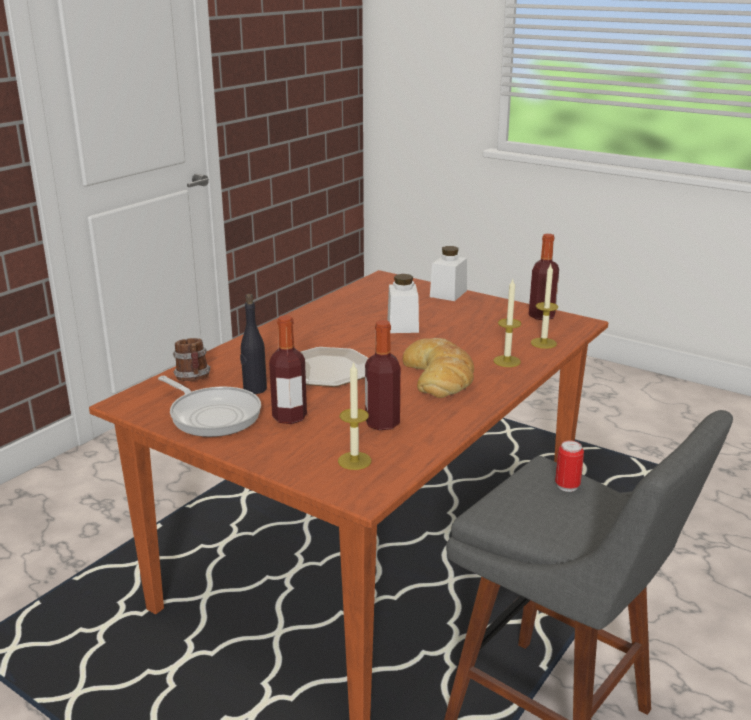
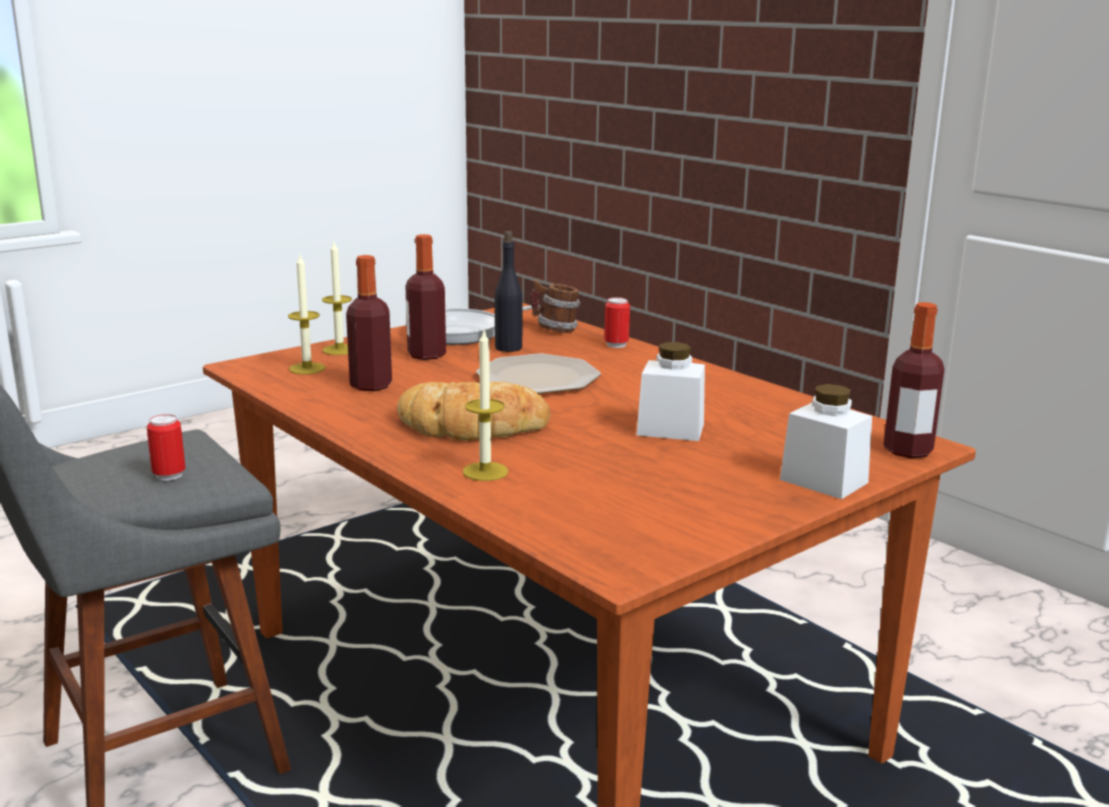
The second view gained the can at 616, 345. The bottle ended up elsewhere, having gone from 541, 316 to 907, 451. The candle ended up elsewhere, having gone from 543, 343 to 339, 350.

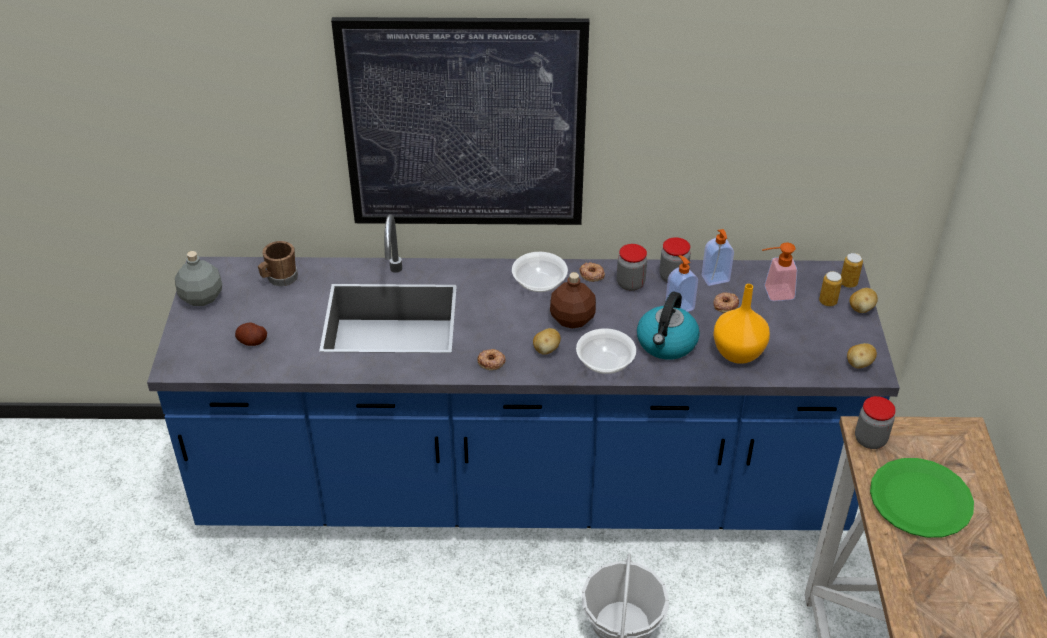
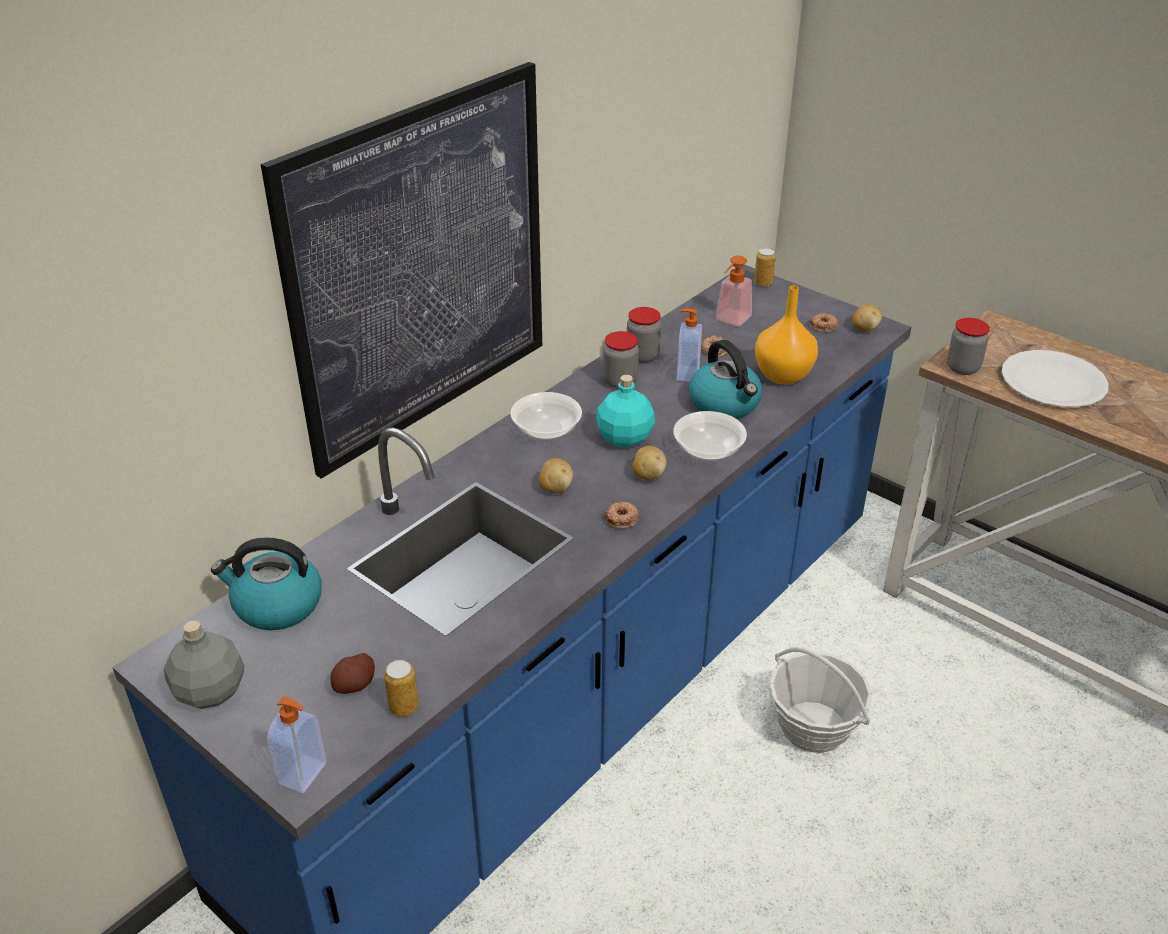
The donut ended up elsewhere, having gone from 591, 274 to 824, 326. The soap dispenser ended up elsewhere, having gone from 715, 279 to 304, 774. The can ended up elsewhere, having gone from 828, 301 to 404, 707. The potato ended up elsewhere, having gone from 861, 309 to 555, 488. Where the mug (brown) stood at 279, 278, the kettle came to stand at 276, 605. What was the bottle (brown) at 572, 319 turned into the bottle (turquoise) at 625, 438. What was the plate (green) at 921, 500 turned into the plate (white) at 1053, 382.

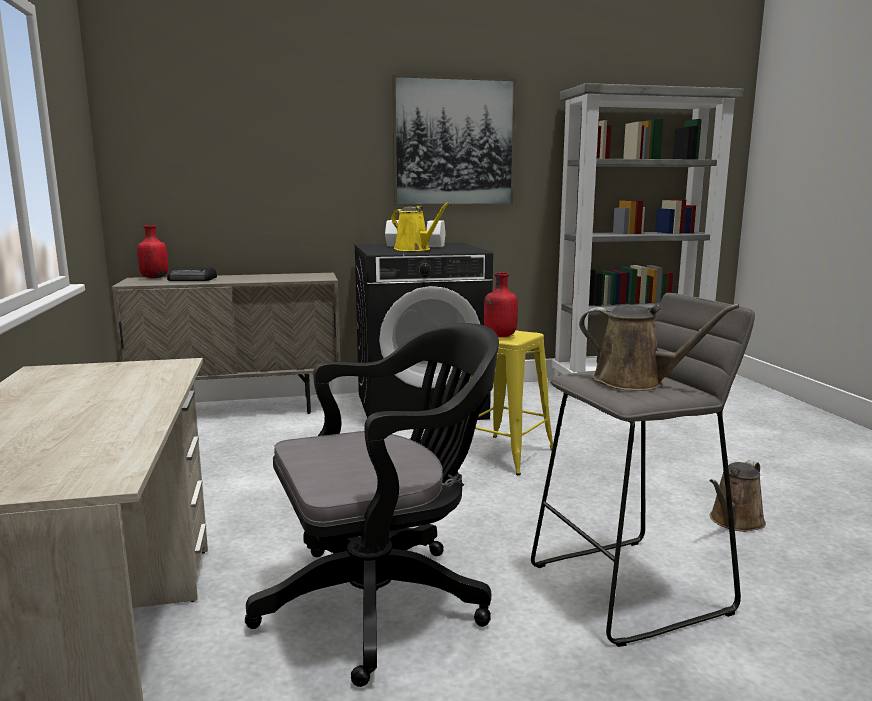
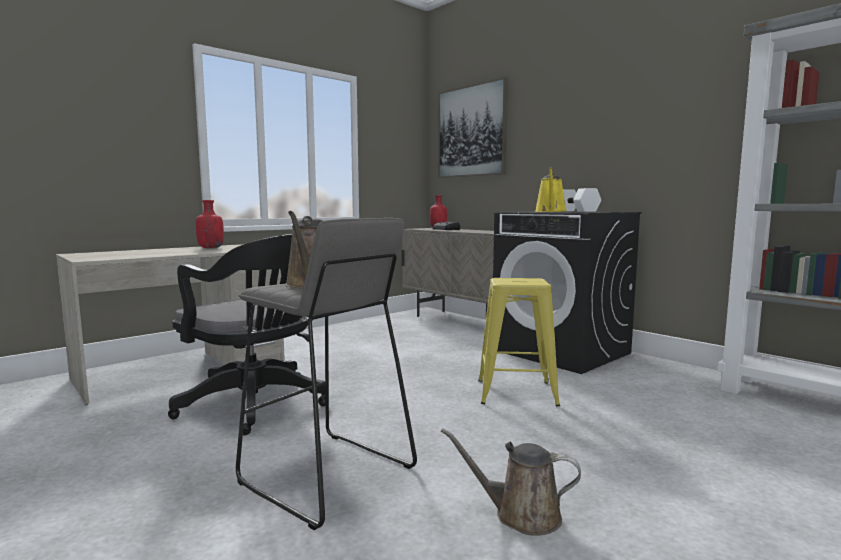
The picture ended up elsewhere, having gone from 453, 143 to 472, 131. The bottle (red) ended up elsewhere, having gone from 499, 336 to 210, 248.

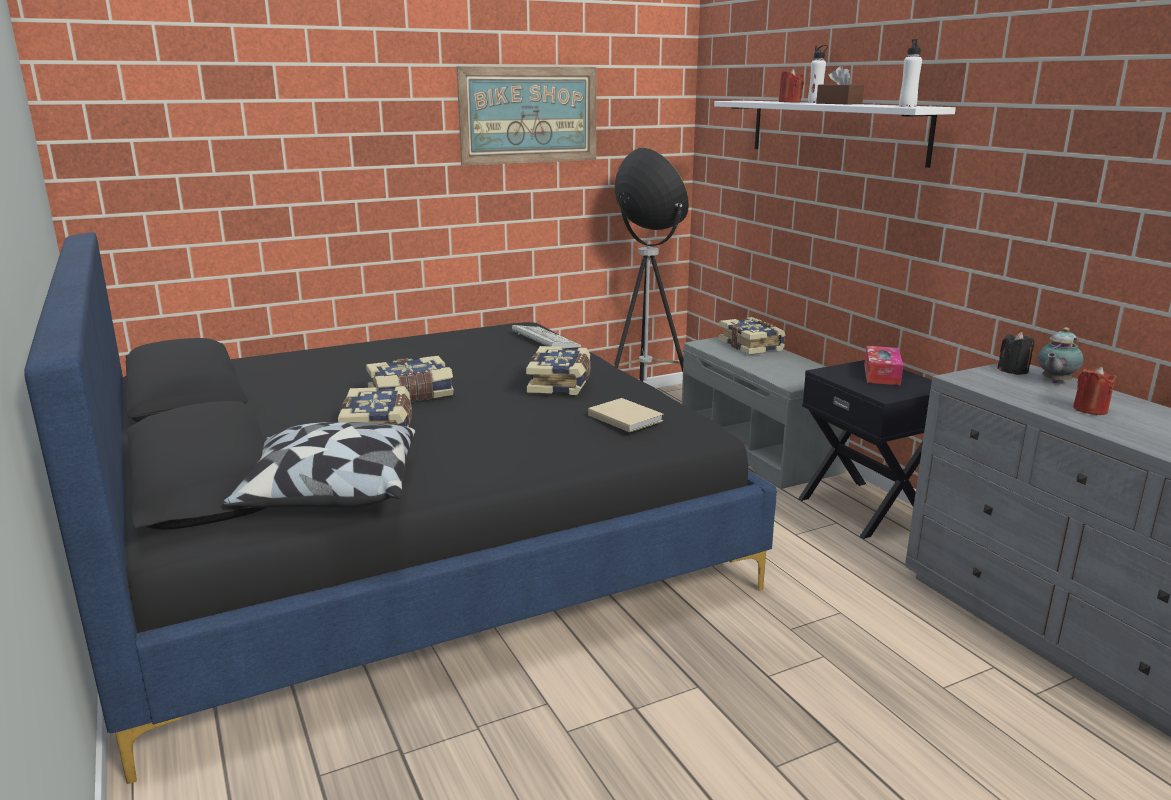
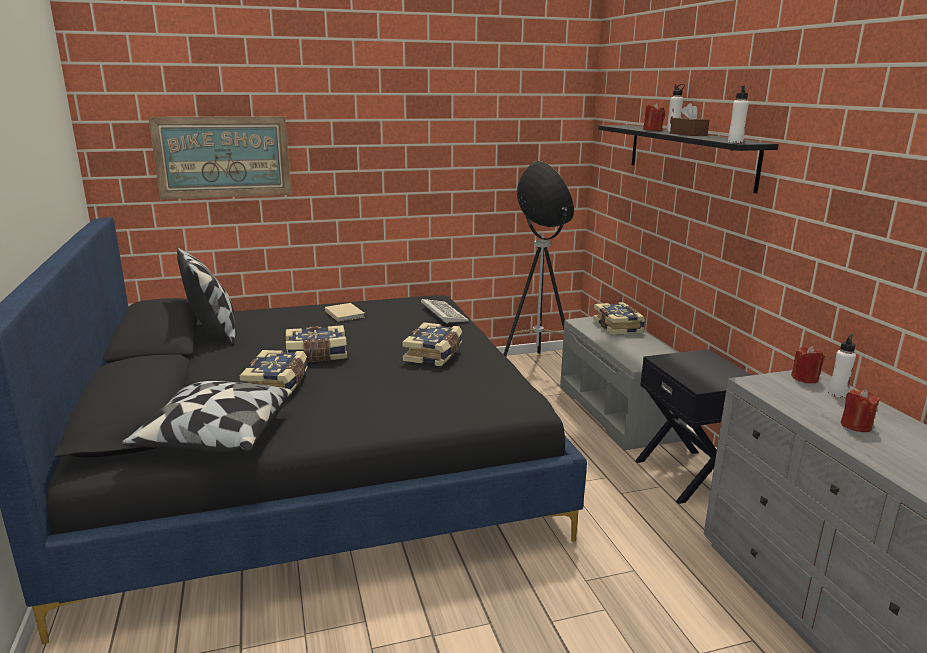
The second view lost the tissue box at 881, 374. The second view gained the pillow at 213, 333. The picture ended up elsewhere, having gone from 529, 115 to 223, 157. The book (beige) ended up elsewhere, having gone from 624, 417 to 344, 314. Where the teapot stood at 1054, 382, the bottle (white) came to stand at 837, 393. What was the shelf (white) at 835, 130 turned into the shelf (black) at 688, 155. What was the candle (black) at 1013, 371 turned into the candle (red) at 805, 378.

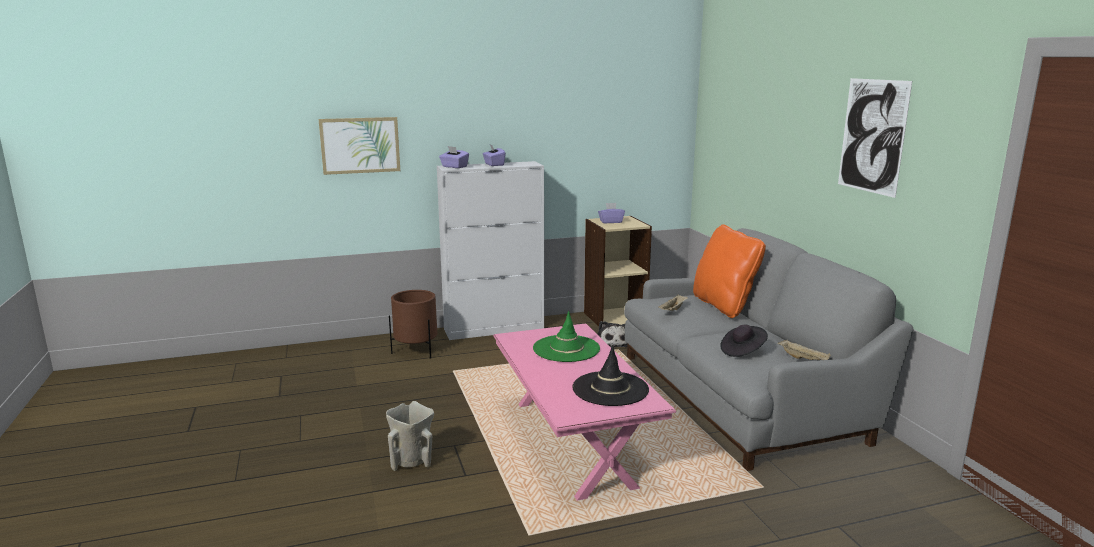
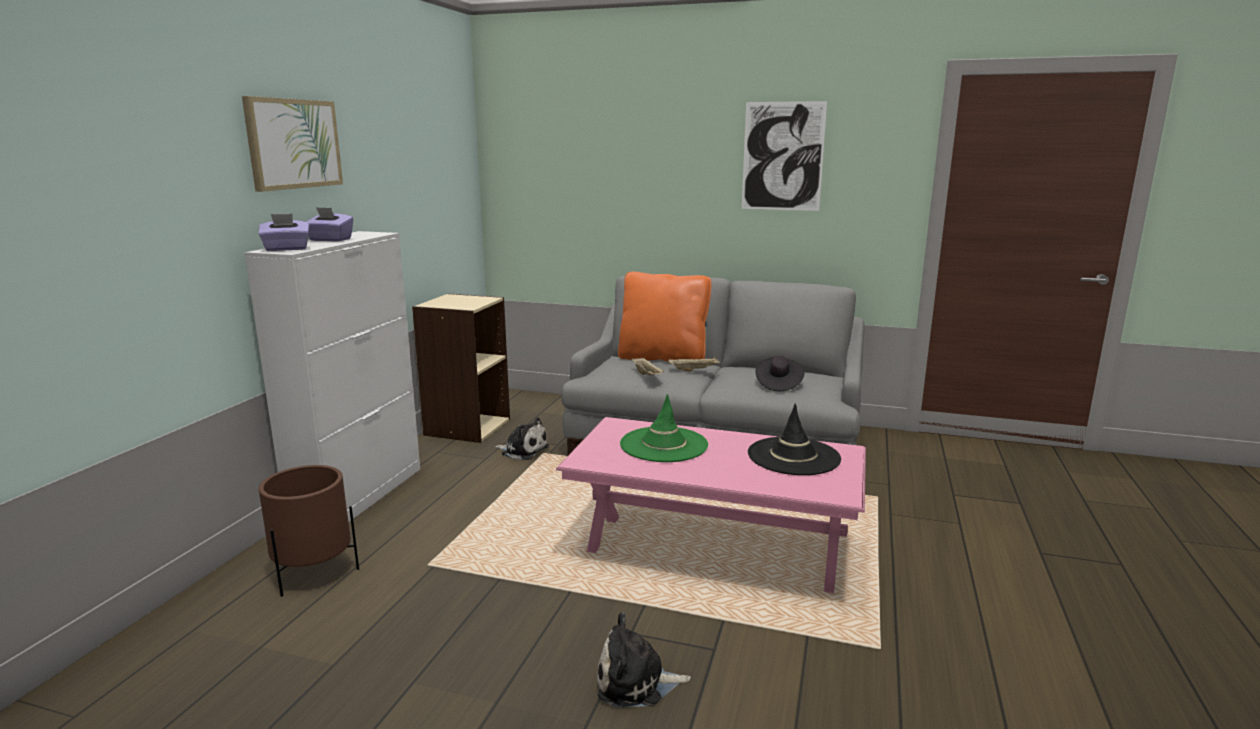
The second view lost the tissue box (purple) at 610, 222. The picture ended up elsewhere, having gone from 360, 145 to 294, 144. The tray (beige) ended up elsewhere, having gone from 803, 359 to 694, 370. Where the vase (beige) stood at 412, 461, the plush toy came to stand at 636, 682.

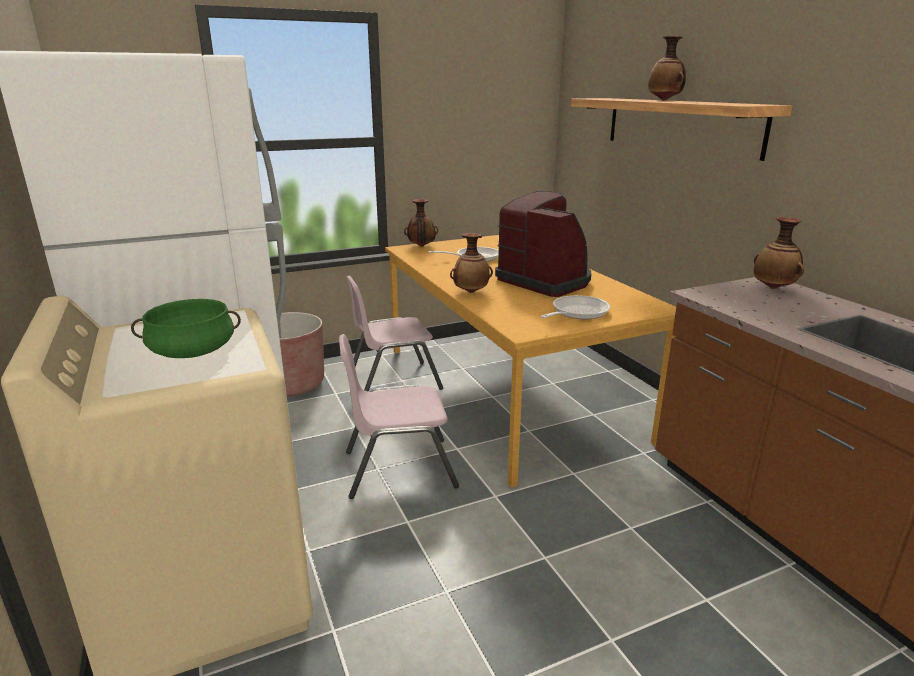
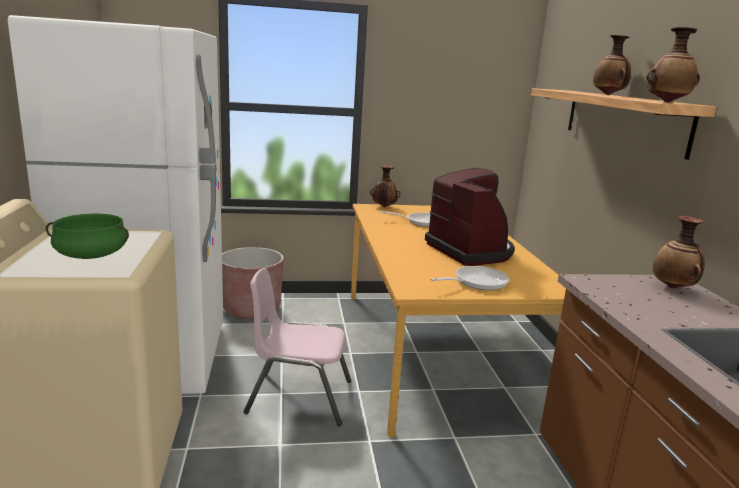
The second view lost the chair (pink) at 394, 381. The vase ended up elsewhere, having gone from 471, 292 to 667, 102.

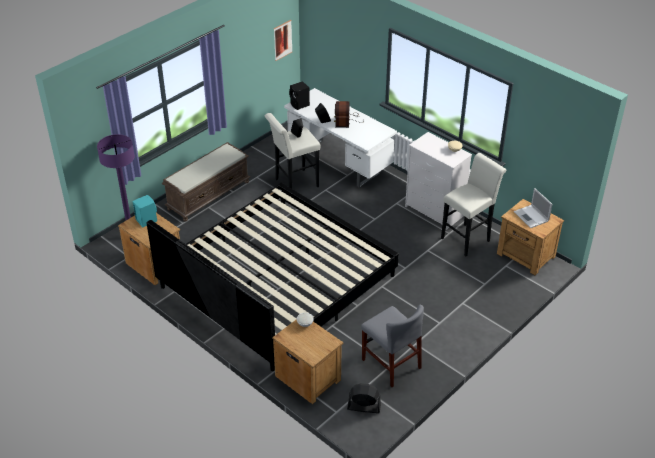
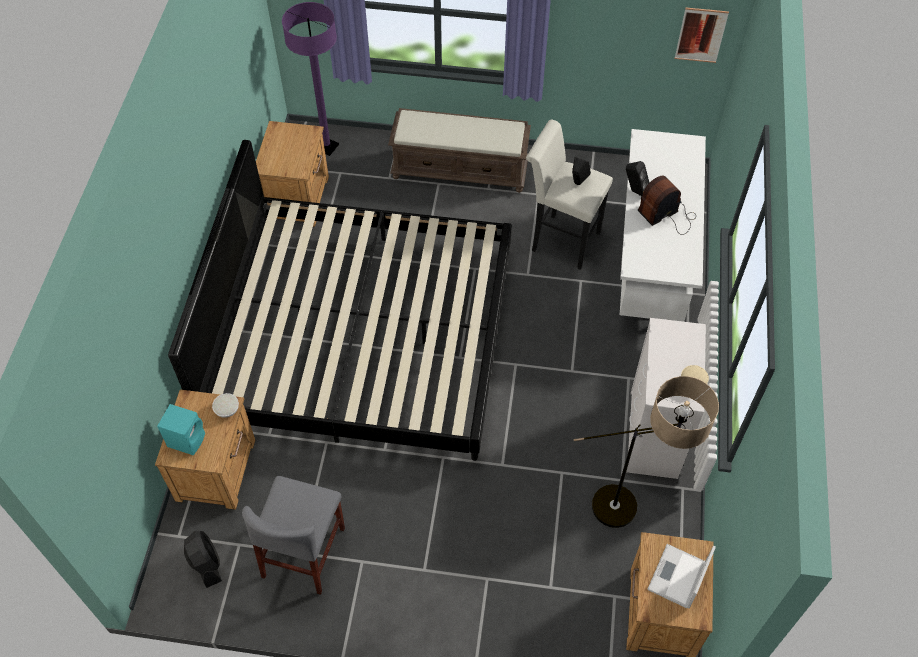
The second view lost the speaker (black) at 300, 105. The speaker (turquoise) ended up elsewhere, having gone from 146, 220 to 187, 439. Where the stool (white) stood at 468, 238, the floor lamp came to stand at 632, 511.

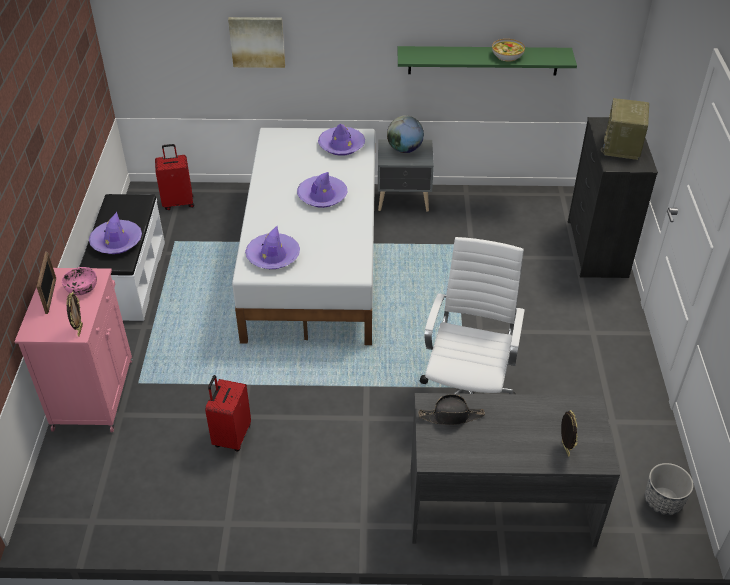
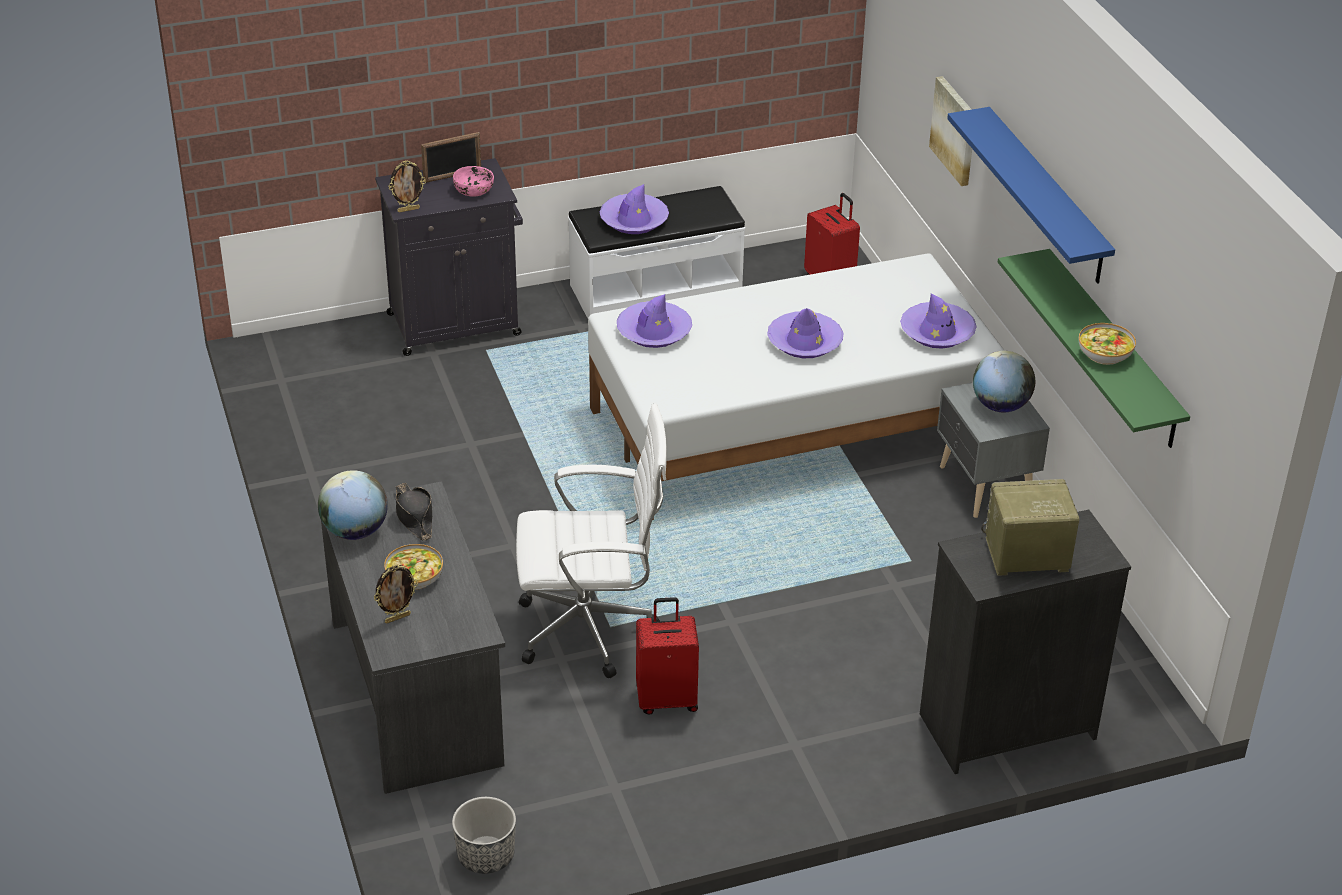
The second view gained the globe at 355, 531. The second view gained the bowl at 414, 576. The second view gained the shelf (blue) at 1046, 196. The suitcase (red) ended up elsewhere, having gone from 231, 436 to 667, 699. What was the cabinet (pink) at 94, 392 turned into the cabinet (black) at 456, 324.

